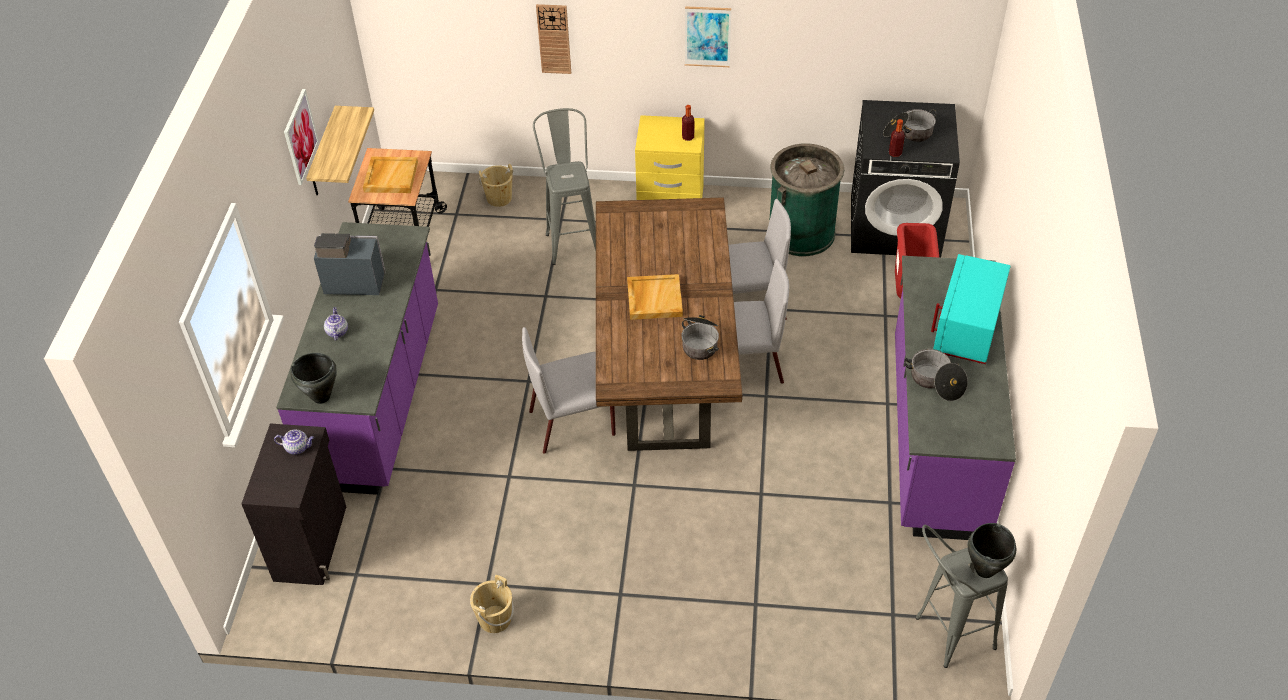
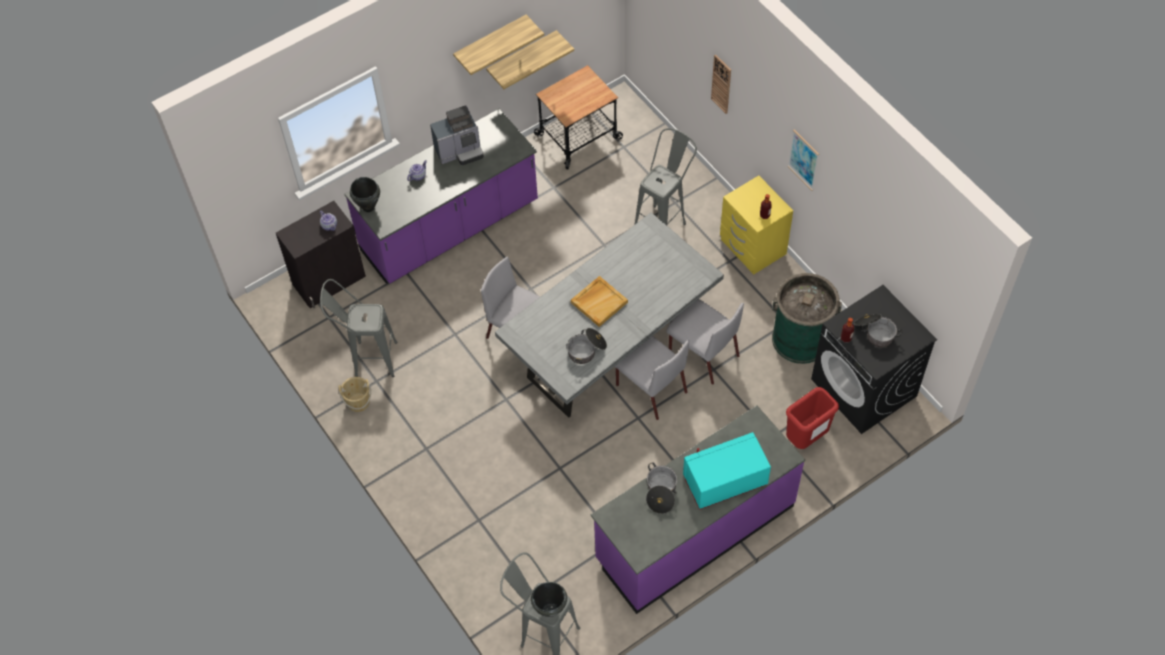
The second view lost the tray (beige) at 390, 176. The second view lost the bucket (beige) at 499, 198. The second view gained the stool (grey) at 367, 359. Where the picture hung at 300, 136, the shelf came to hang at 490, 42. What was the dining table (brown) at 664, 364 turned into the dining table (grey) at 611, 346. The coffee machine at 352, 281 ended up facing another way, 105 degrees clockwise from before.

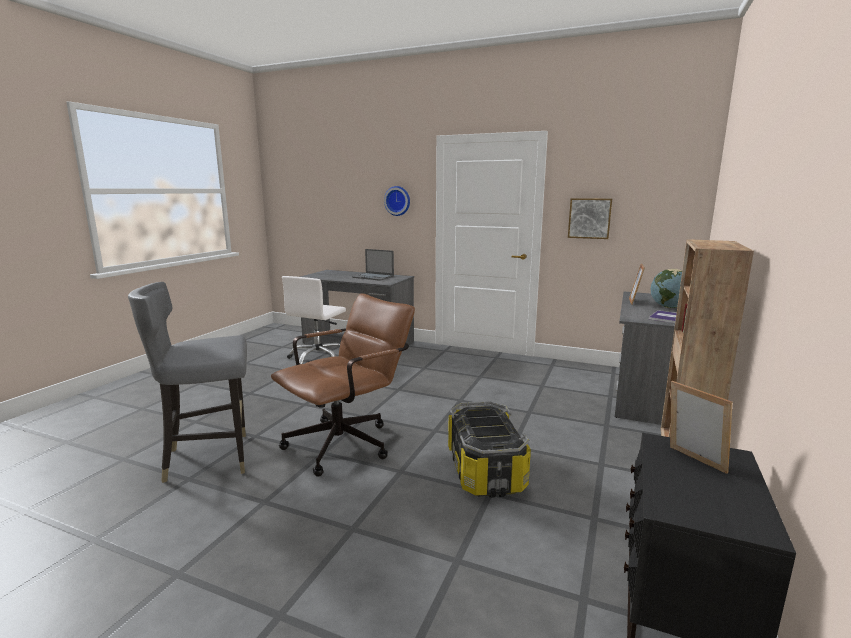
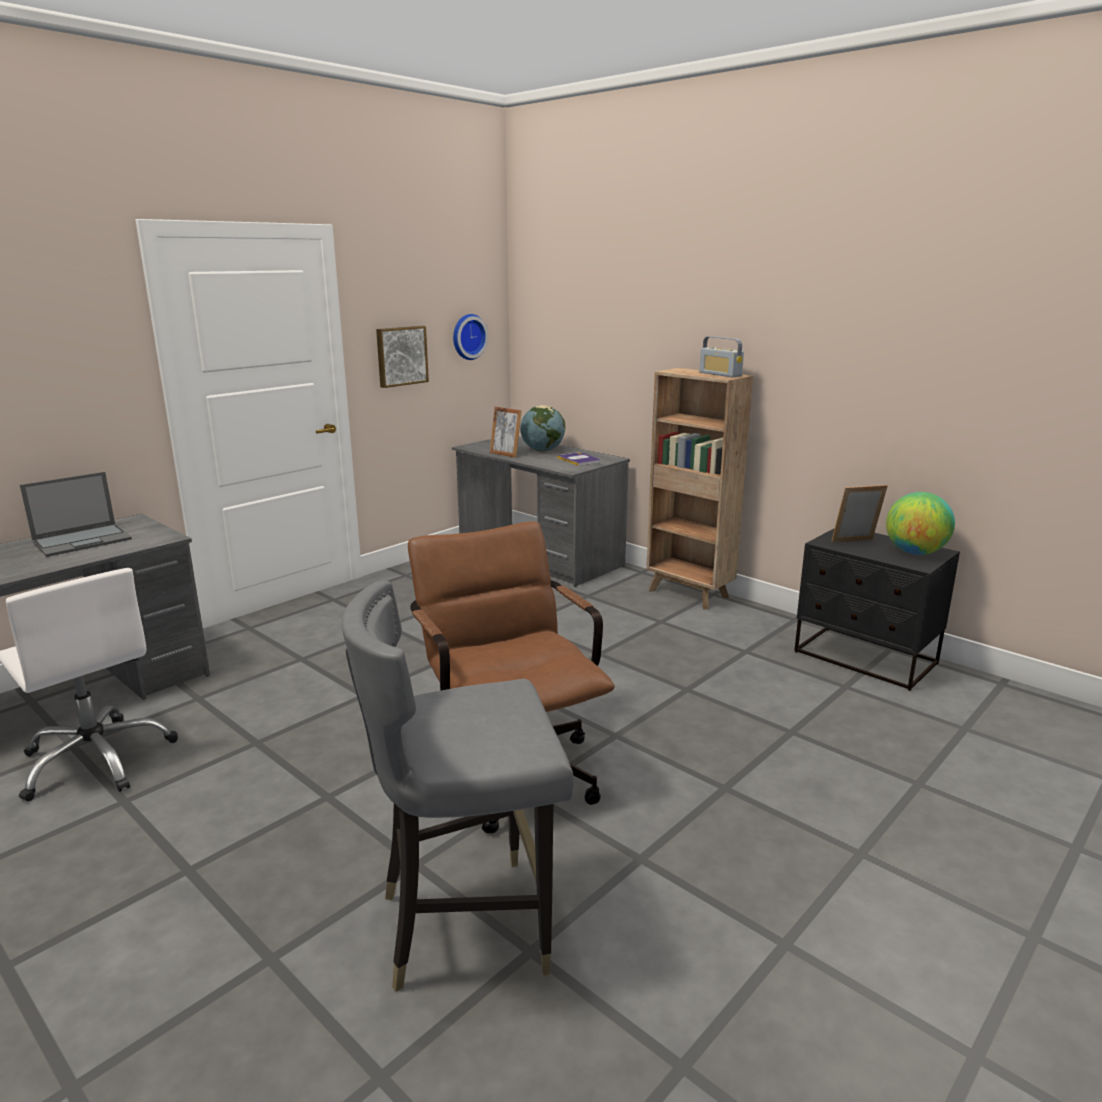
The second view lost the storage box at 486, 470. The second view gained the radio at 720, 374. The second view gained the globe at 915, 552. The wall clock ended up elsewhere, having gone from 398, 201 to 467, 336. The chair (grey) at 210, 458 ended up facing another way, 75 degrees clockwise from before.

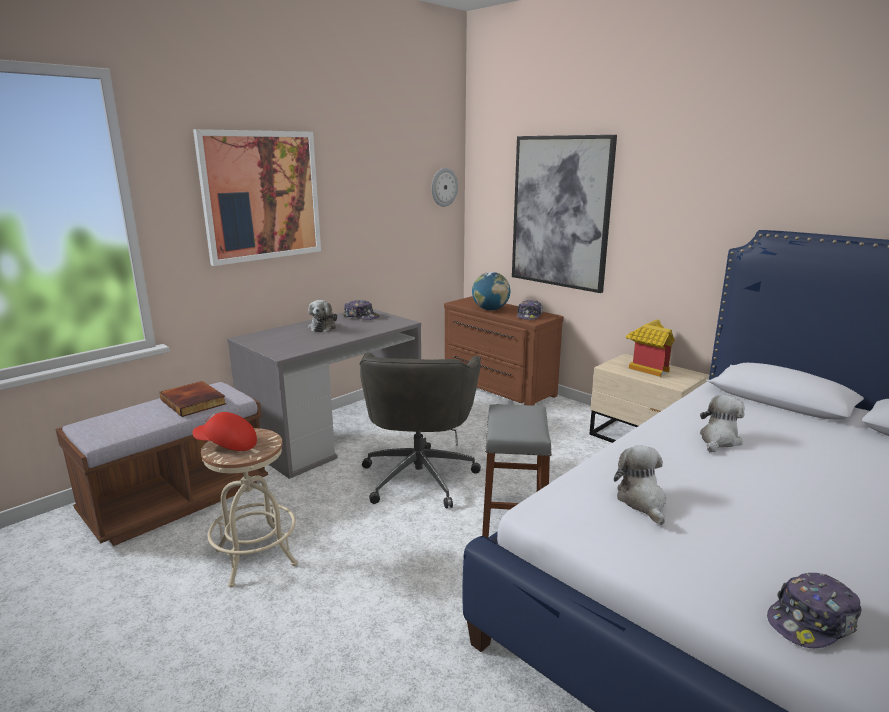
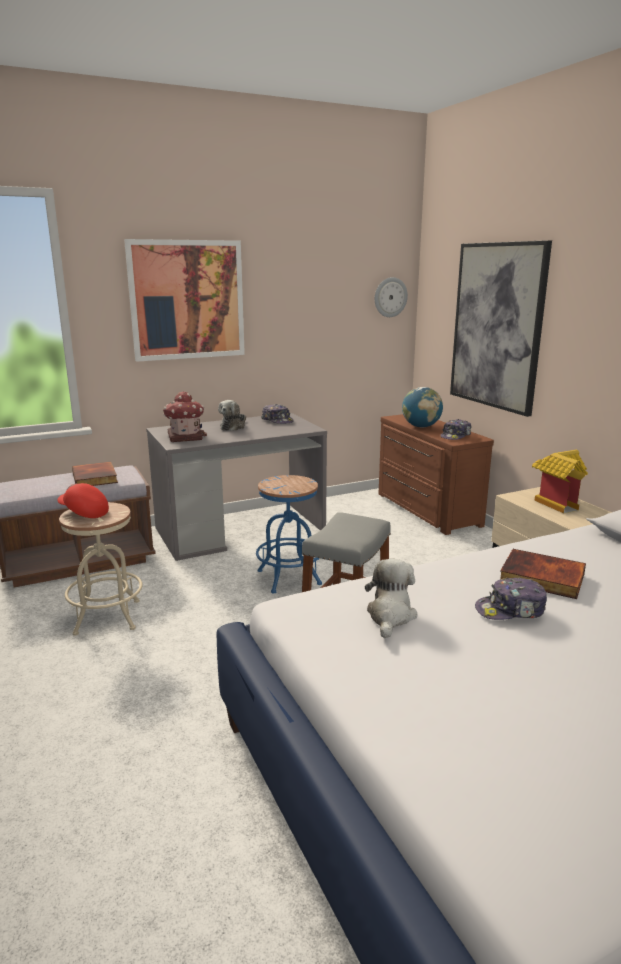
The second view gained the toy house at 185, 437. The cap ended up elsewhere, having gone from 812, 621 to 511, 610. Where the office chair (grey) stood at 419, 475, the stool (blue) came to stand at 289, 577. Where the plush toy stood at 718, 440, the book came to stand at 541, 578.

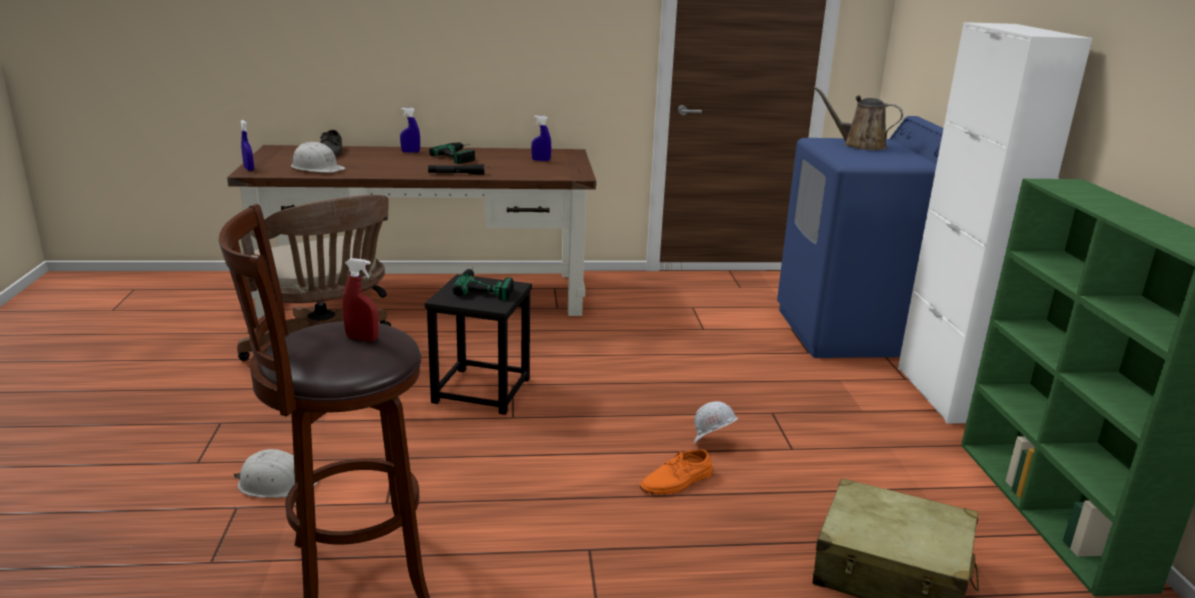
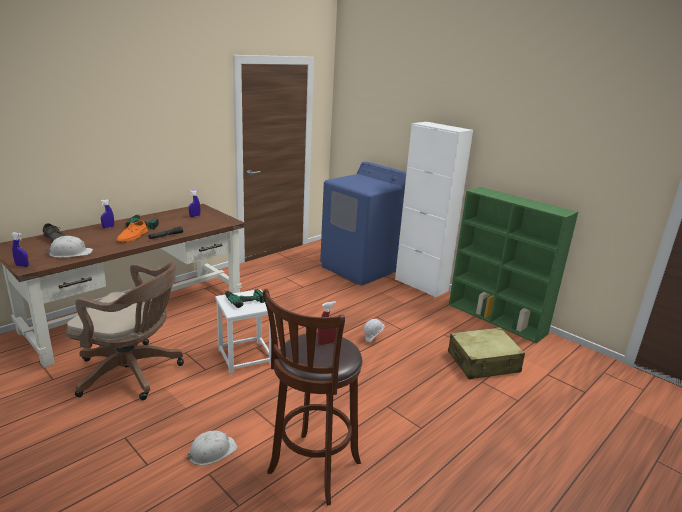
The second view lost the watering can (brown) at 859, 145. The shoe (orange) ended up elsewhere, having gone from 677, 481 to 133, 236. What was the stool (black) at 481, 391 turned into the stool (white) at 245, 357.

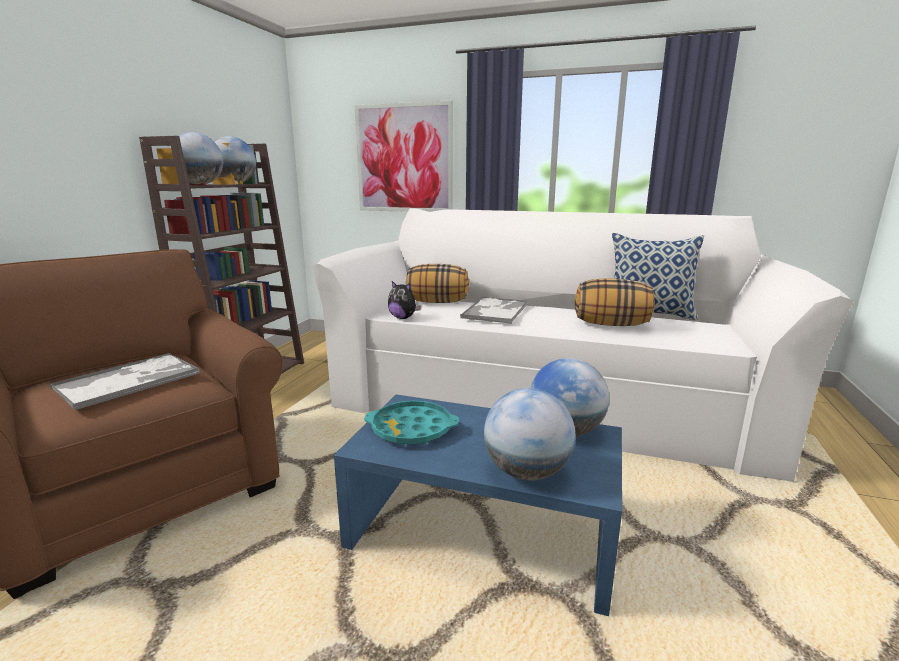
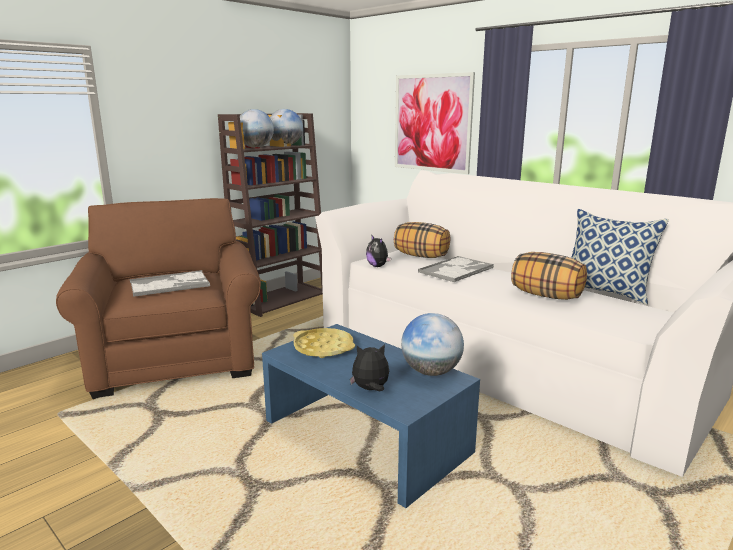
Where the globe stood at 527, 472, the plush toy came to stand at 370, 389. What was the tray (turquoise) at 411, 429 turned into the tray (yellow) at 323, 348.

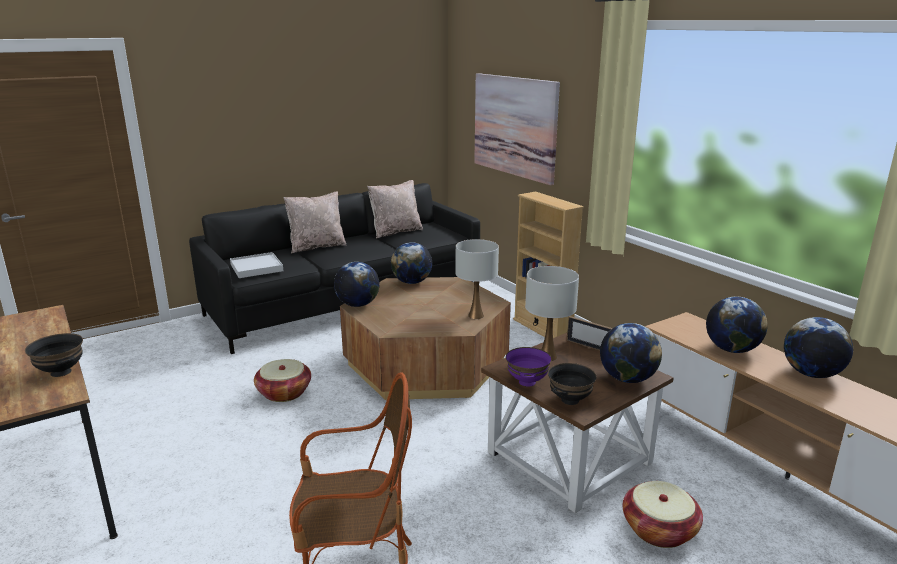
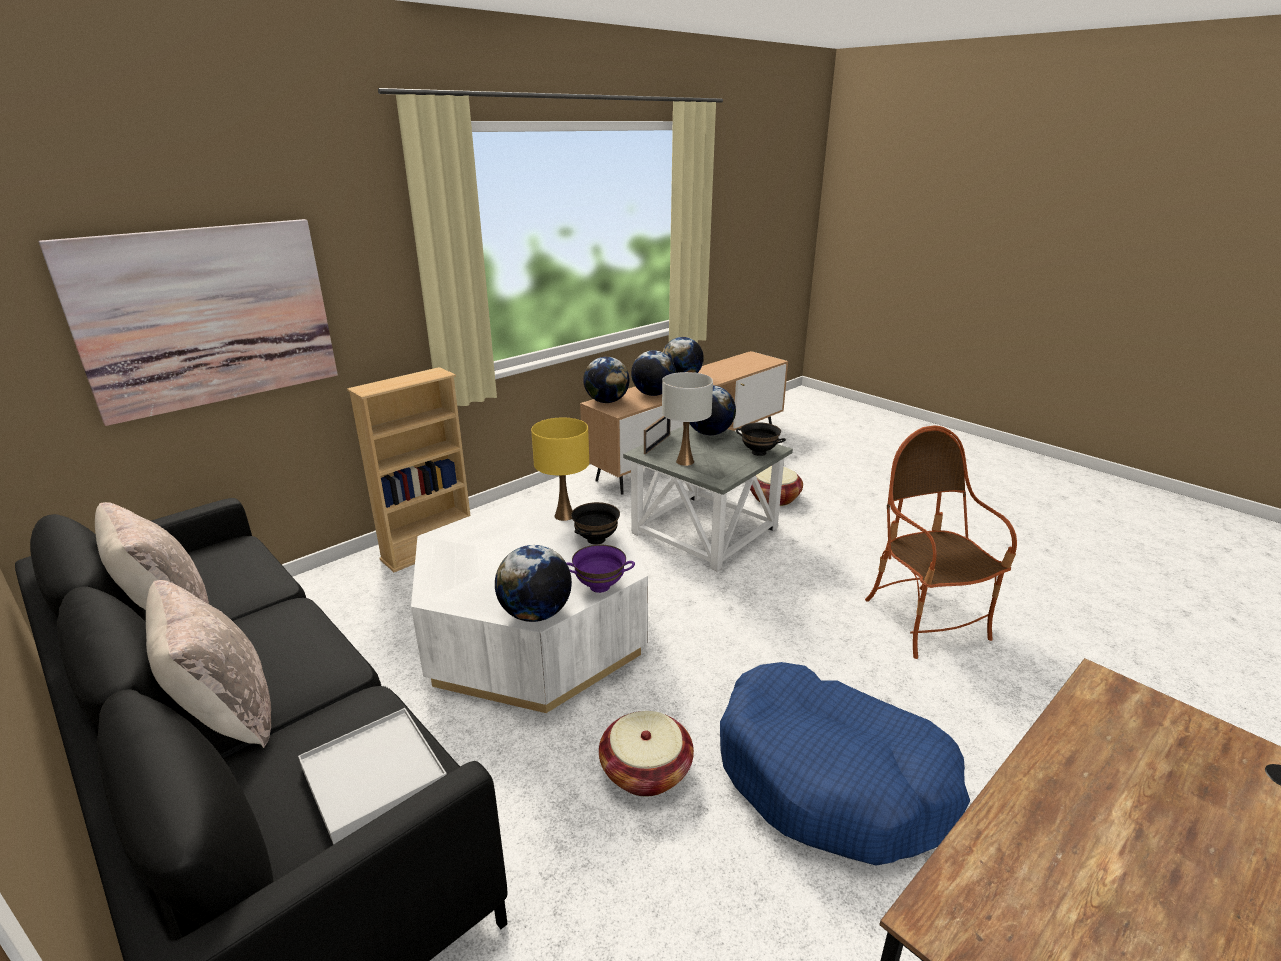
The second view gained the dog bed (blue) at 832, 778. The bowl (black) ended up elsewhere, having gone from 60, 372 to 596, 540. The globe ended up elsewhere, having gone from 412, 282 to 607, 401. The bowl (purple) ended up elsewhere, having gone from 527, 382 to 600, 586. What was the coffee table (brown) at 426, 363 turned into the coffee table (white) at 533, 634. What was the table lamp (white) at 476, 315 turned into the table lamp (yellow) at 564, 515. What was the side table (brown) at 571, 457 turned into the side table (grey) at 704, 529.

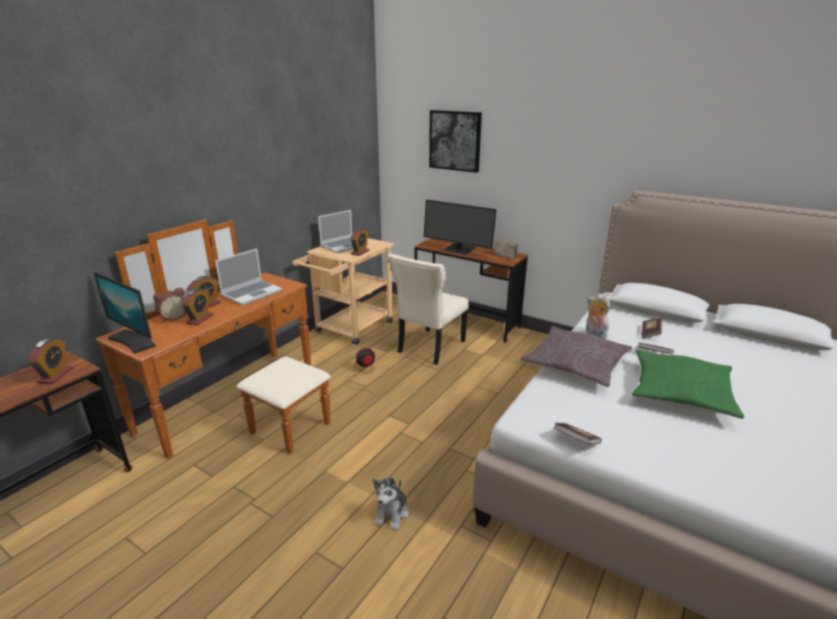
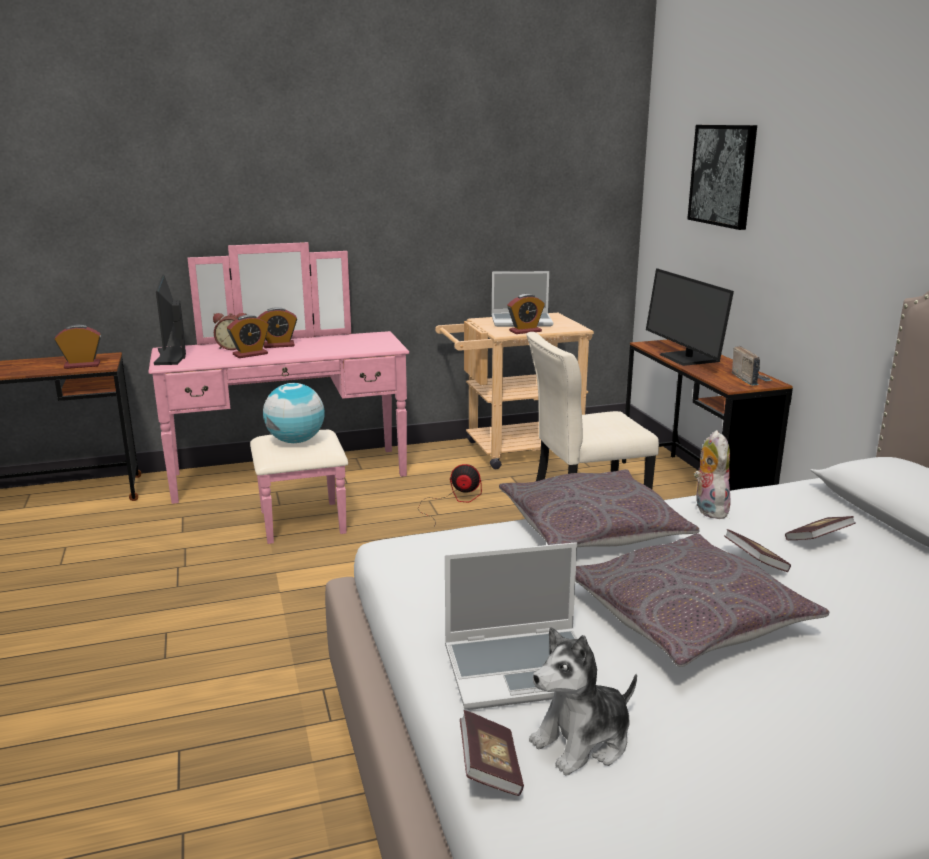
The second view gained the globe at 296, 441. The laptop ended up elsewhere, having gone from 252, 293 to 522, 668. The plush toy ended up elsewhere, having gone from 392, 513 to 583, 741. The book ended up elsewhere, having gone from 576, 440 to 490, 768. What was the dresser (brown) at 243, 404 turned into the dresser (pink) at 293, 484. What was the pillow (green) at 680, 392 turned into the pillow (grey) at 687, 616. The alarm clock at 55, 375 ended up facing another way, 150 degrees counterclockwise from before.

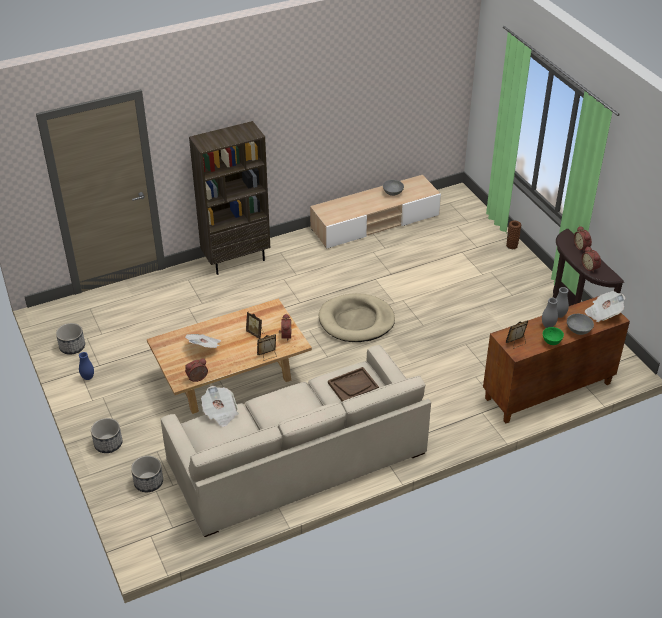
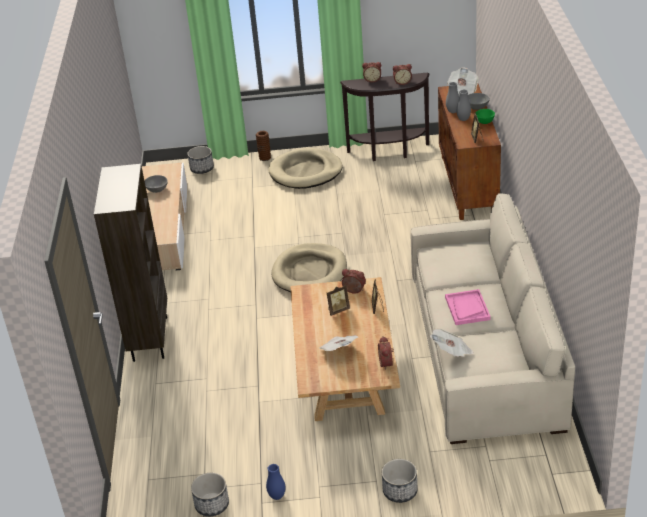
The second view lost the tray (brown) at 353, 386. The second view gained the dog bed (beige) at 305, 172. The second view gained the tray (pink) at 467, 308. The planter ended up elsewhere, having gone from 148, 482 to 202, 169.

